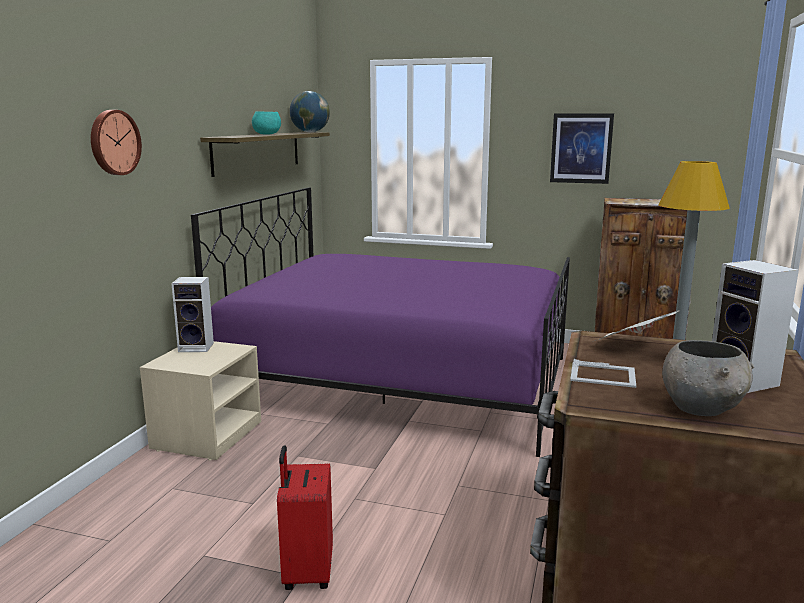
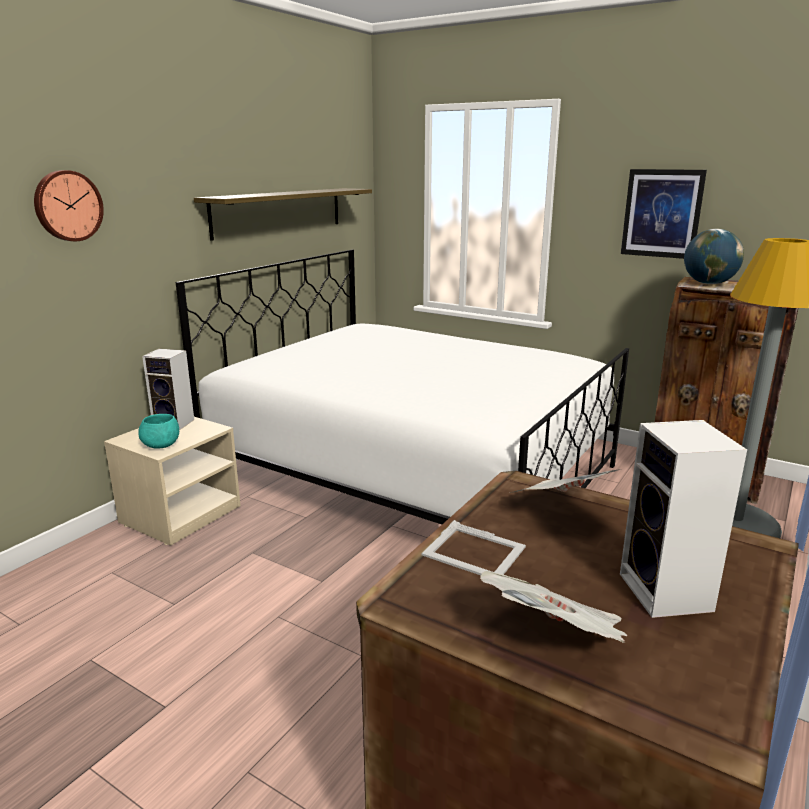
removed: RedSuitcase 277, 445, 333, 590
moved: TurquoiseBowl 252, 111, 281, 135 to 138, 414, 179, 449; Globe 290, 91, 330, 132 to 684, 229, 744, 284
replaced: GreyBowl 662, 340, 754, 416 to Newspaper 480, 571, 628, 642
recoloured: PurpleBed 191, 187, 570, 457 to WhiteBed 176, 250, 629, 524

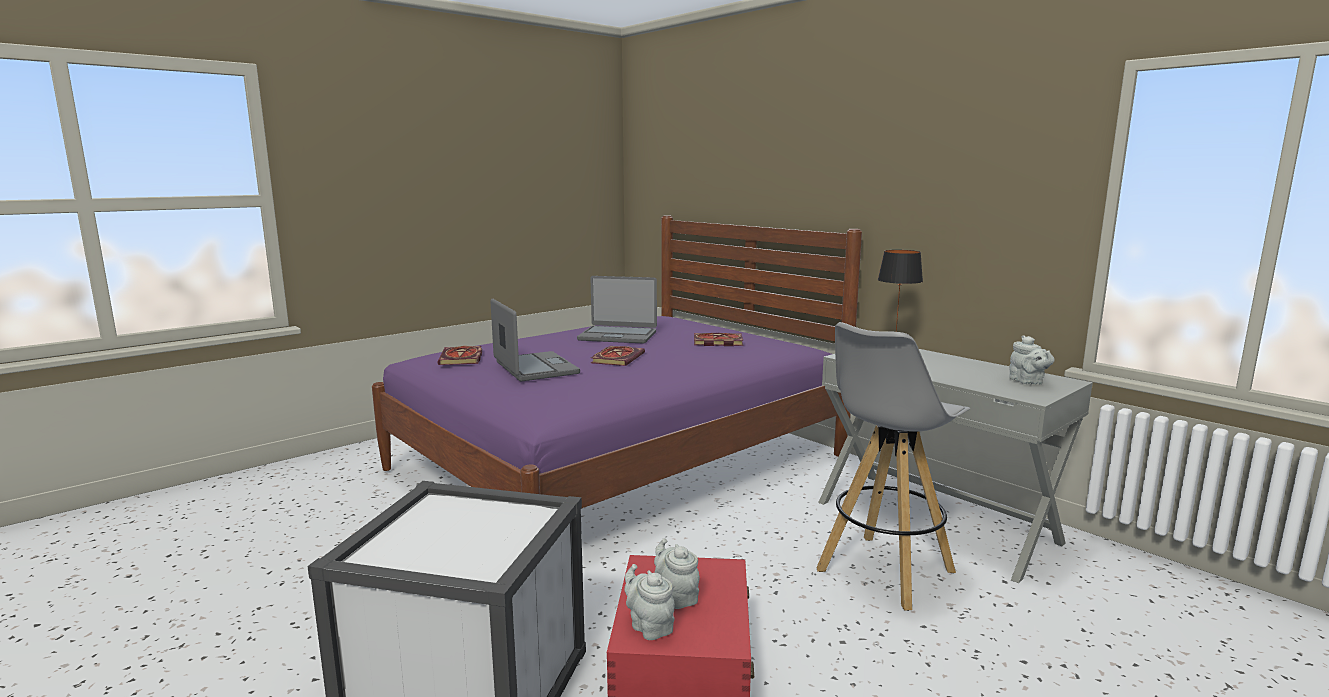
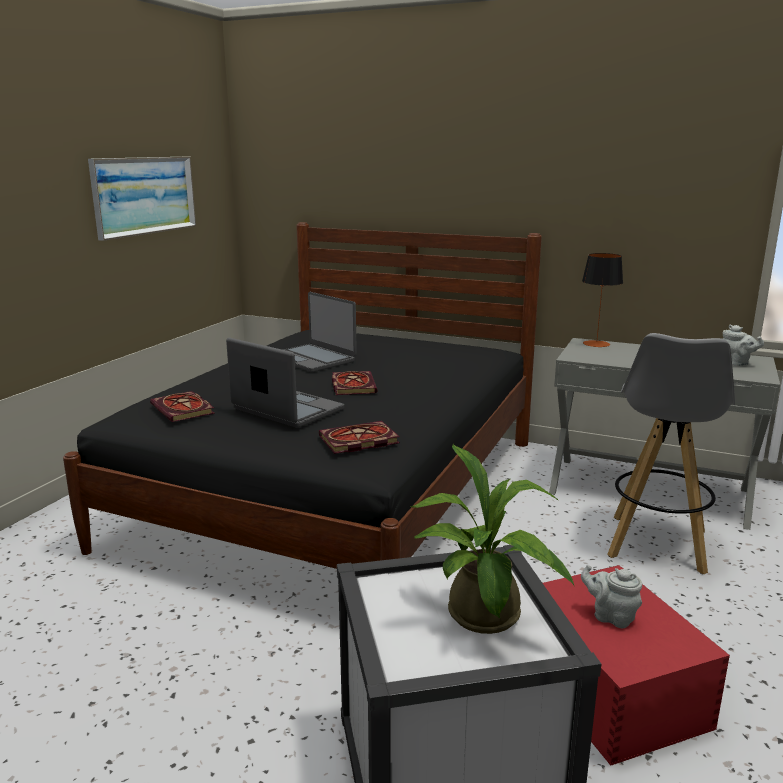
removed: GreyTeapot 624, 564, 675, 640
added: Picture 88, 157, 196, 241; PottedPlant 410, 444, 574, 634
moved: Book 694, 333, 743, 346 to 319, 421, 400, 454
recoloured: PurpleBed 372, 215, 862, 509 to BlackBed 63, 222, 542, 569
turned: Laptop 577, 276, 657, 344 = 284, 292, 357, 373 60 degrees clockwise

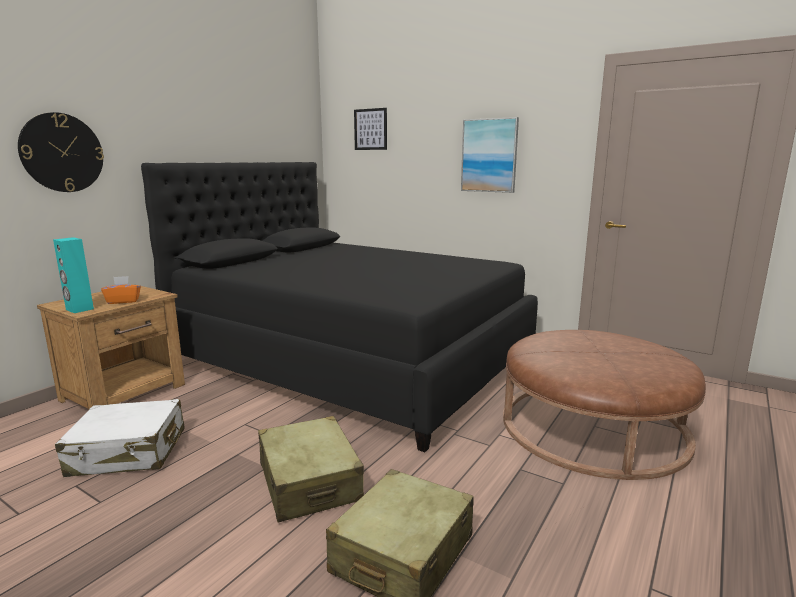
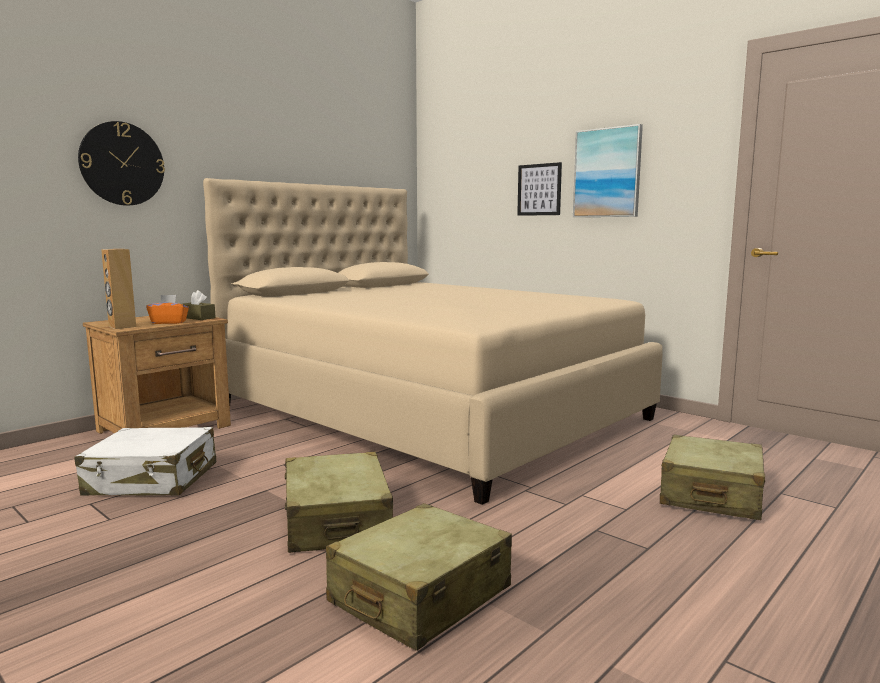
added: BrownTissueBox 182, 290, 216, 320
moved: Picture 354, 108, 387, 150 to 517, 162, 562, 216
replaced: BrownOttoman 503, 330, 706, 480 to BeigeSuitcase 660, 435, 765, 520
recoloured: TurquoiseSpeaker 53, 237, 94, 313 to BrownSpeaker 101, 249, 136, 329; BlackBed 141, 162, 538, 452 to BeigeBed 203, 178, 662, 505

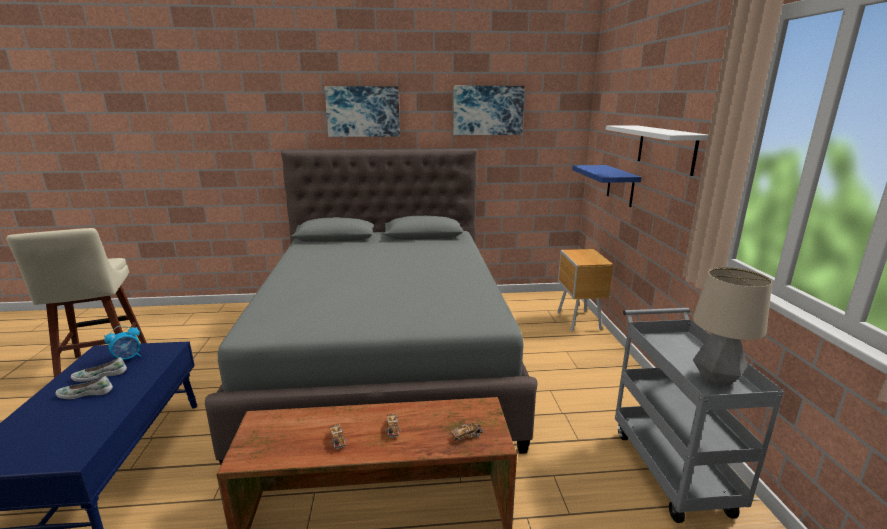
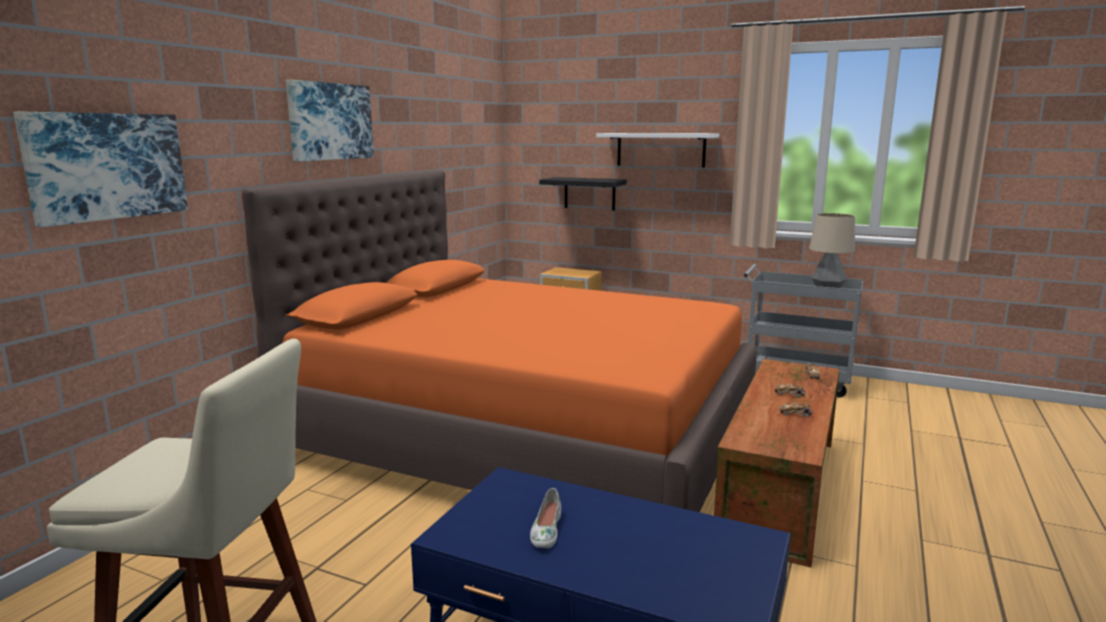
removed: WhiteShoe 56, 376, 113, 399; AlarmClock 104, 325, 142, 360
moved: Picture 453, 86, 525, 135 to 13, 112, 188, 227
recoloured: GreyBed 205, 149, 537, 464 to OrangeBed 242, 170, 757, 512; BlueShelf 572, 165, 641, 207 to BlackShelf 539, 177, 627, 210

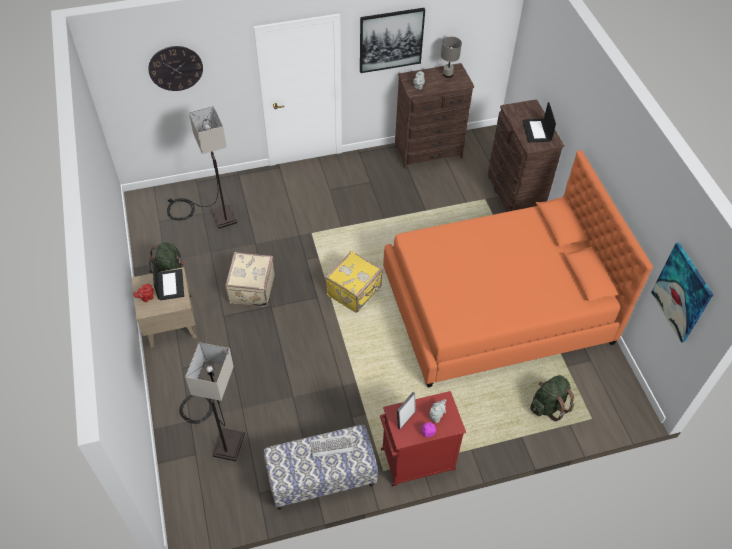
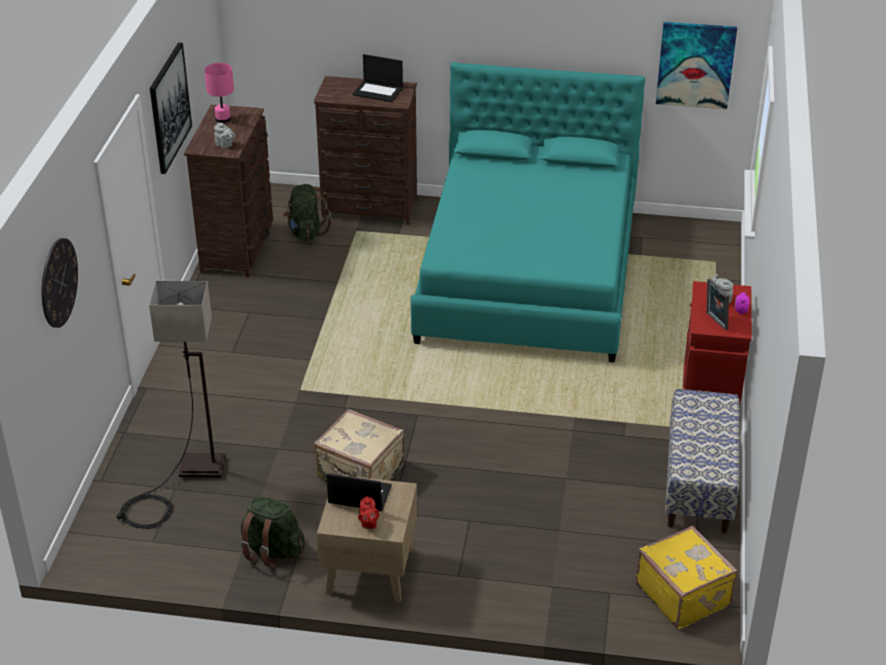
removed: FloorLamp 179, 342, 245, 461; Keyboard 310, 434, 354, 458
moved: YellowSuitcase 325, 251, 383, 313 to 635, 526, 738, 630; GreenBackpack 530, 375, 574, 421 to 283, 184, 331, 241
recoloured: OrangeBed 383, 150, 653, 387 to TurquoiseBed 410, 62, 645, 362; GreyTableLamp 441, 36, 462, 78 to PinkTableLamp 204, 63, 234, 123

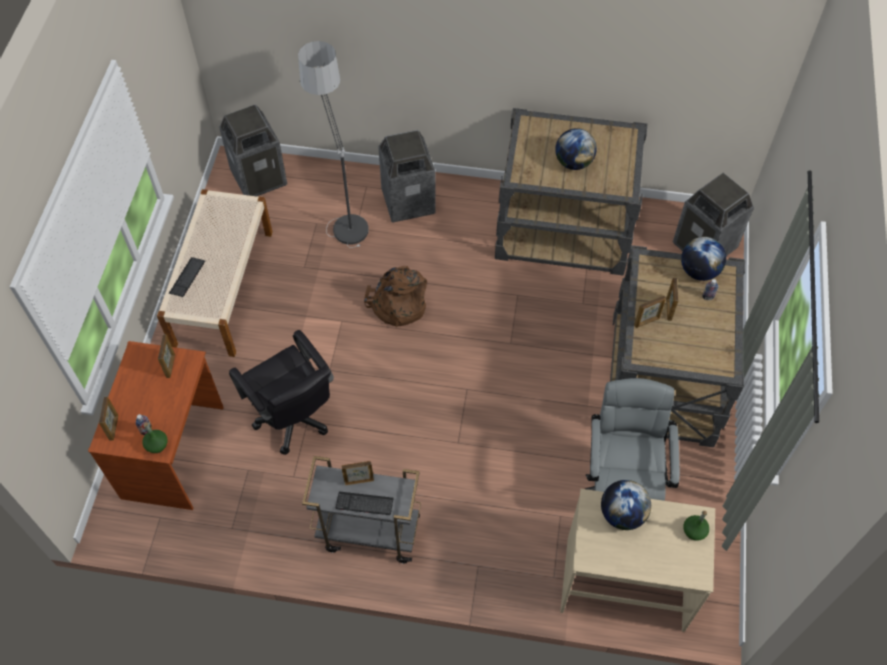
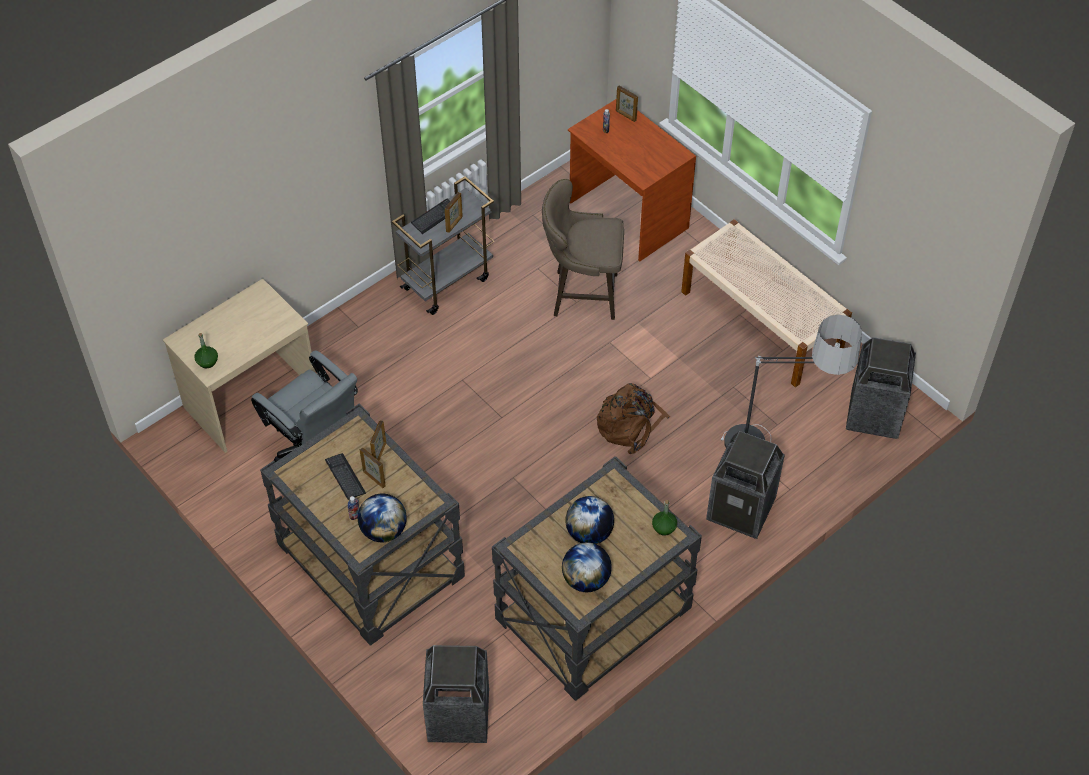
removed: PictureFrame 158, 334, 175, 378
moved: GreenBottle 142, 422, 168, 453 to 652, 500, 677, 535; Keyboard 169, 257, 205, 297 to 325, 453, 366, 500; Globe 601, 480, 651, 530 to 562, 542, 612, 592
replaced: BlackOfficeChair 229, 330, 334, 455 to BeigeStool 542, 179, 624, 320

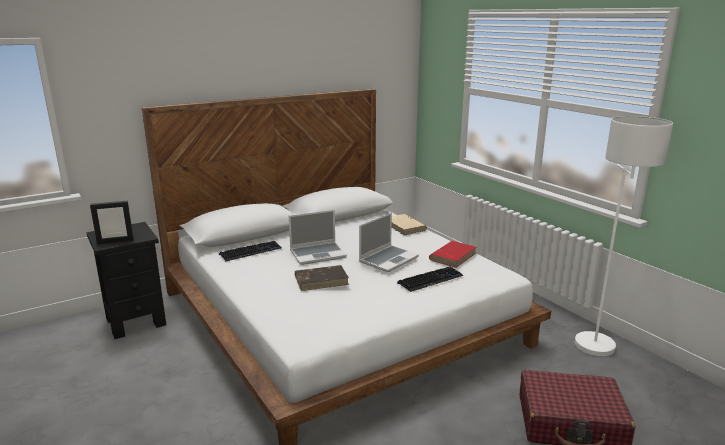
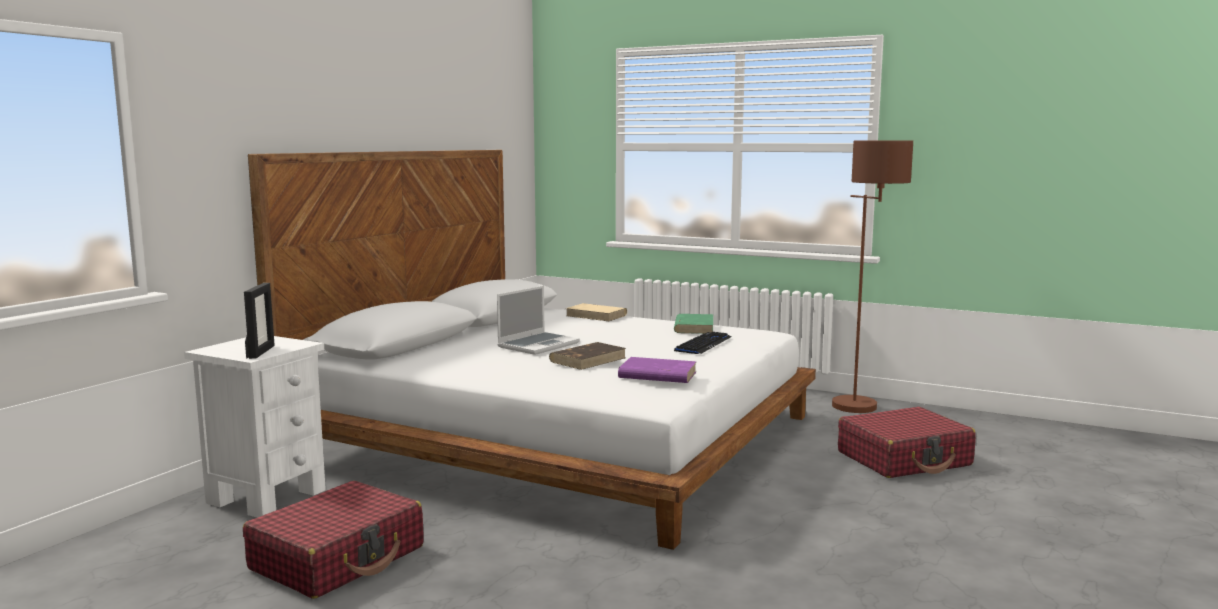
removed: Keyboard 219, 241, 282, 262; Laptop 359, 213, 419, 272
added: RedSuitcase 243, 481, 424, 599; PurpleBook 618, 357, 697, 383
recoloured: BlackNightstand 86, 222, 166, 339 to WhiteNightstand 184, 336, 326, 518; RedBook 429, 241, 476, 268 to GreenBook 674, 314, 713, 334; WhiteFloorLamp 575, 116, 673, 356 to BrownFloorLamp 832, 140, 913, 413
turned: PictureFrame 90, 201, 134, 244 = 244, 283, 275, 359 45 degrees counterclockwise

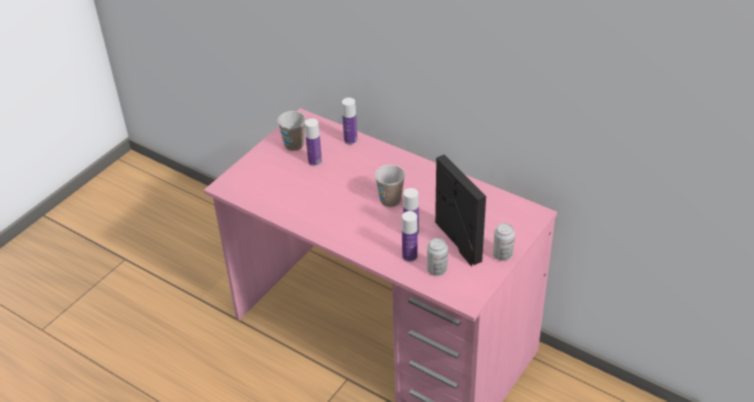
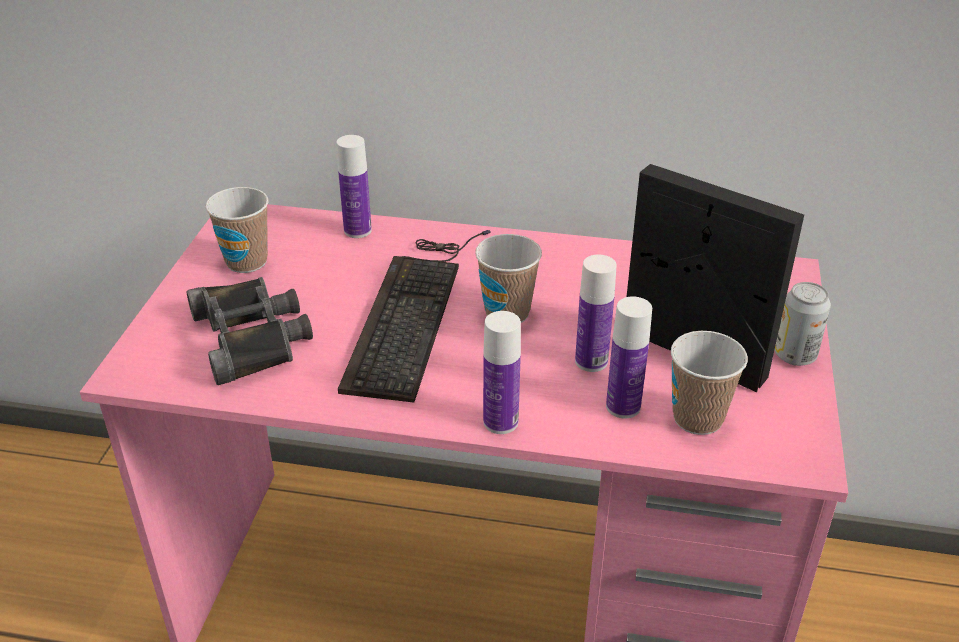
added: BlackBinoculars 187, 277, 313, 385; Keyboard 338, 230, 491, 402
moved: Bottle 305, 118, 322, 166 to 483, 311, 521, 434
replaced: Can 427, 238, 448, 276 to Cup 671, 331, 748, 435

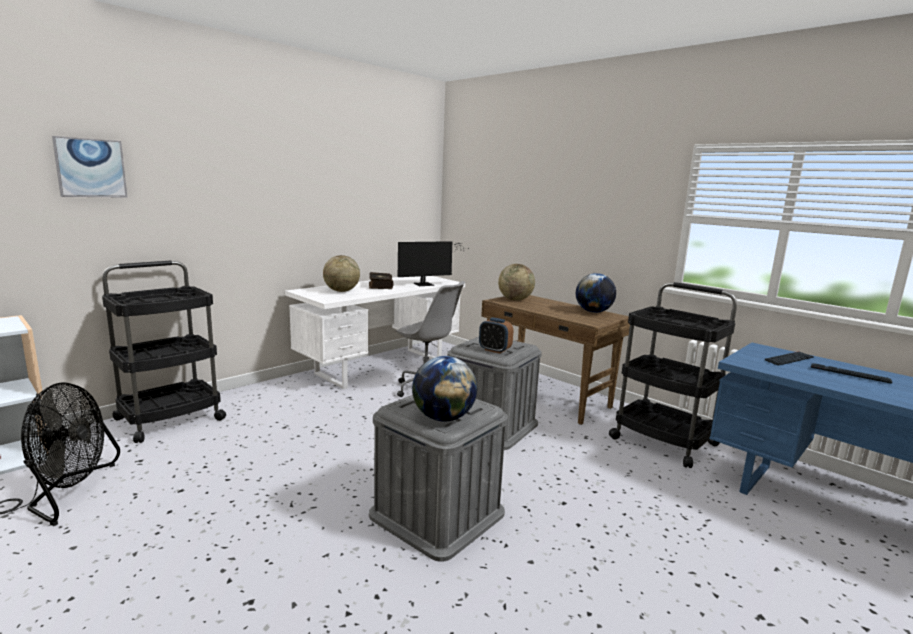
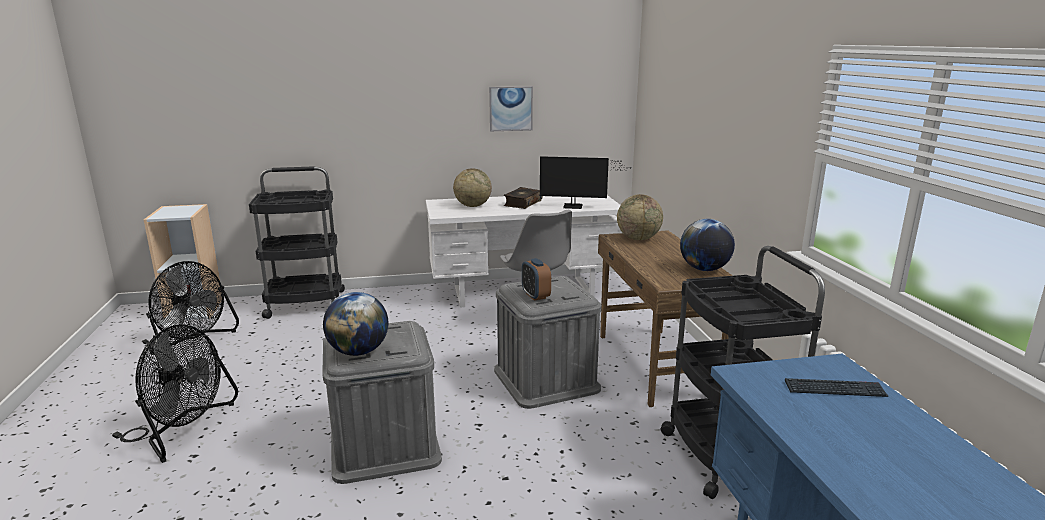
removed: Keyboard 811, 363, 892, 384
added: BlackFan 112, 325, 238, 463
moved: Picture 52, 136, 127, 198 to 489, 86, 533, 131

